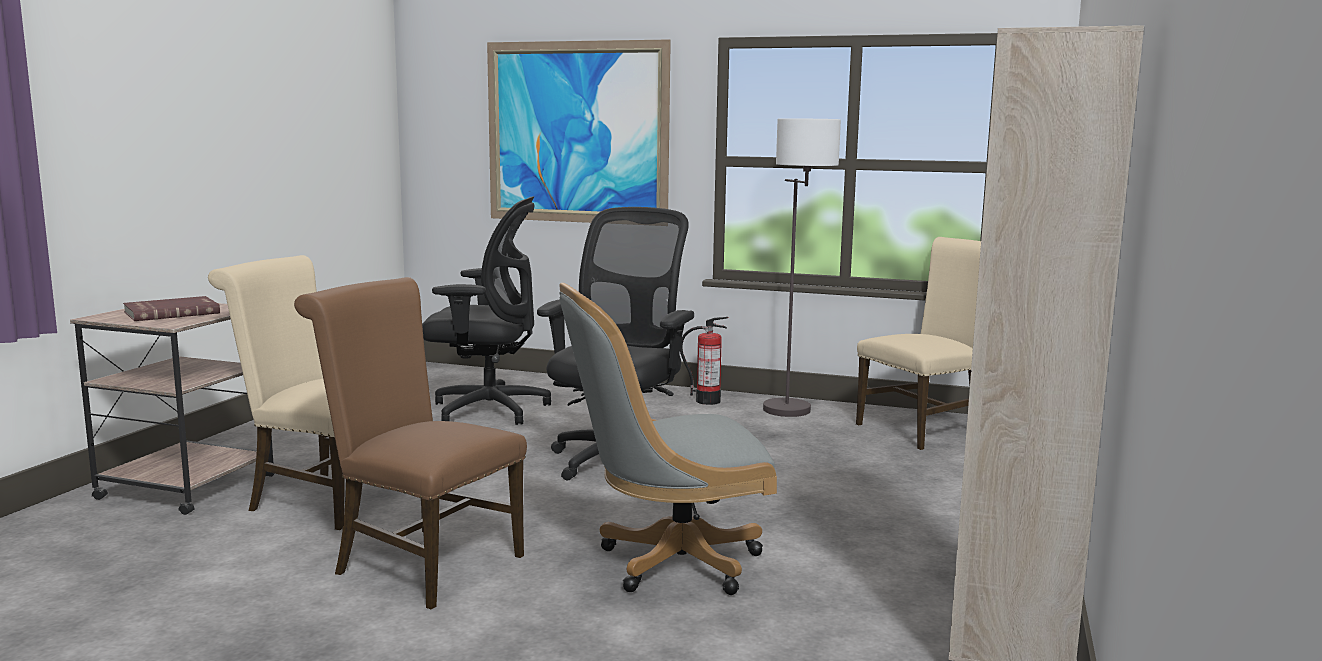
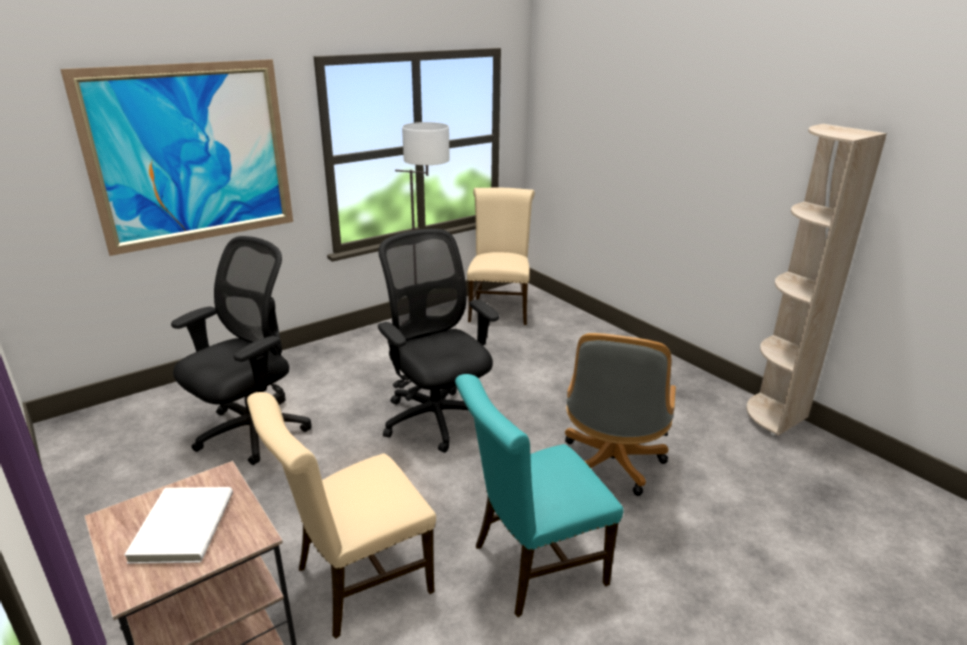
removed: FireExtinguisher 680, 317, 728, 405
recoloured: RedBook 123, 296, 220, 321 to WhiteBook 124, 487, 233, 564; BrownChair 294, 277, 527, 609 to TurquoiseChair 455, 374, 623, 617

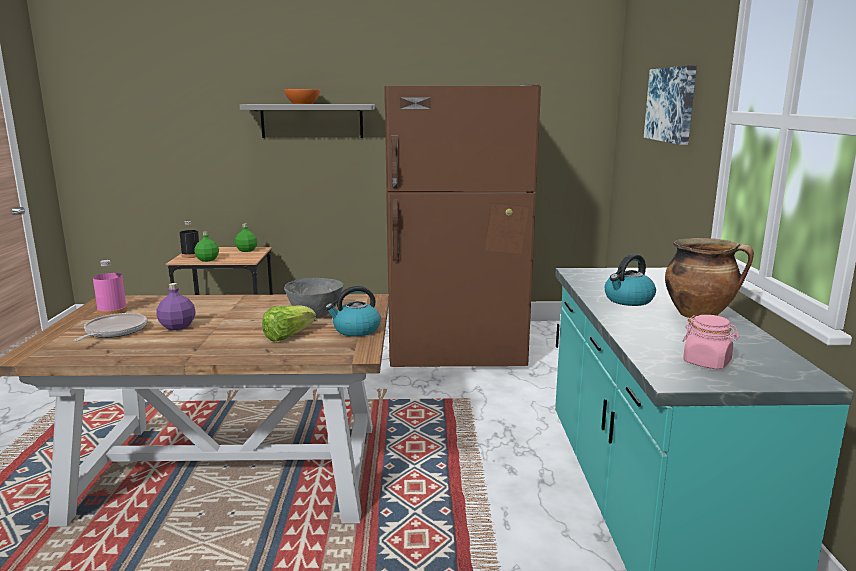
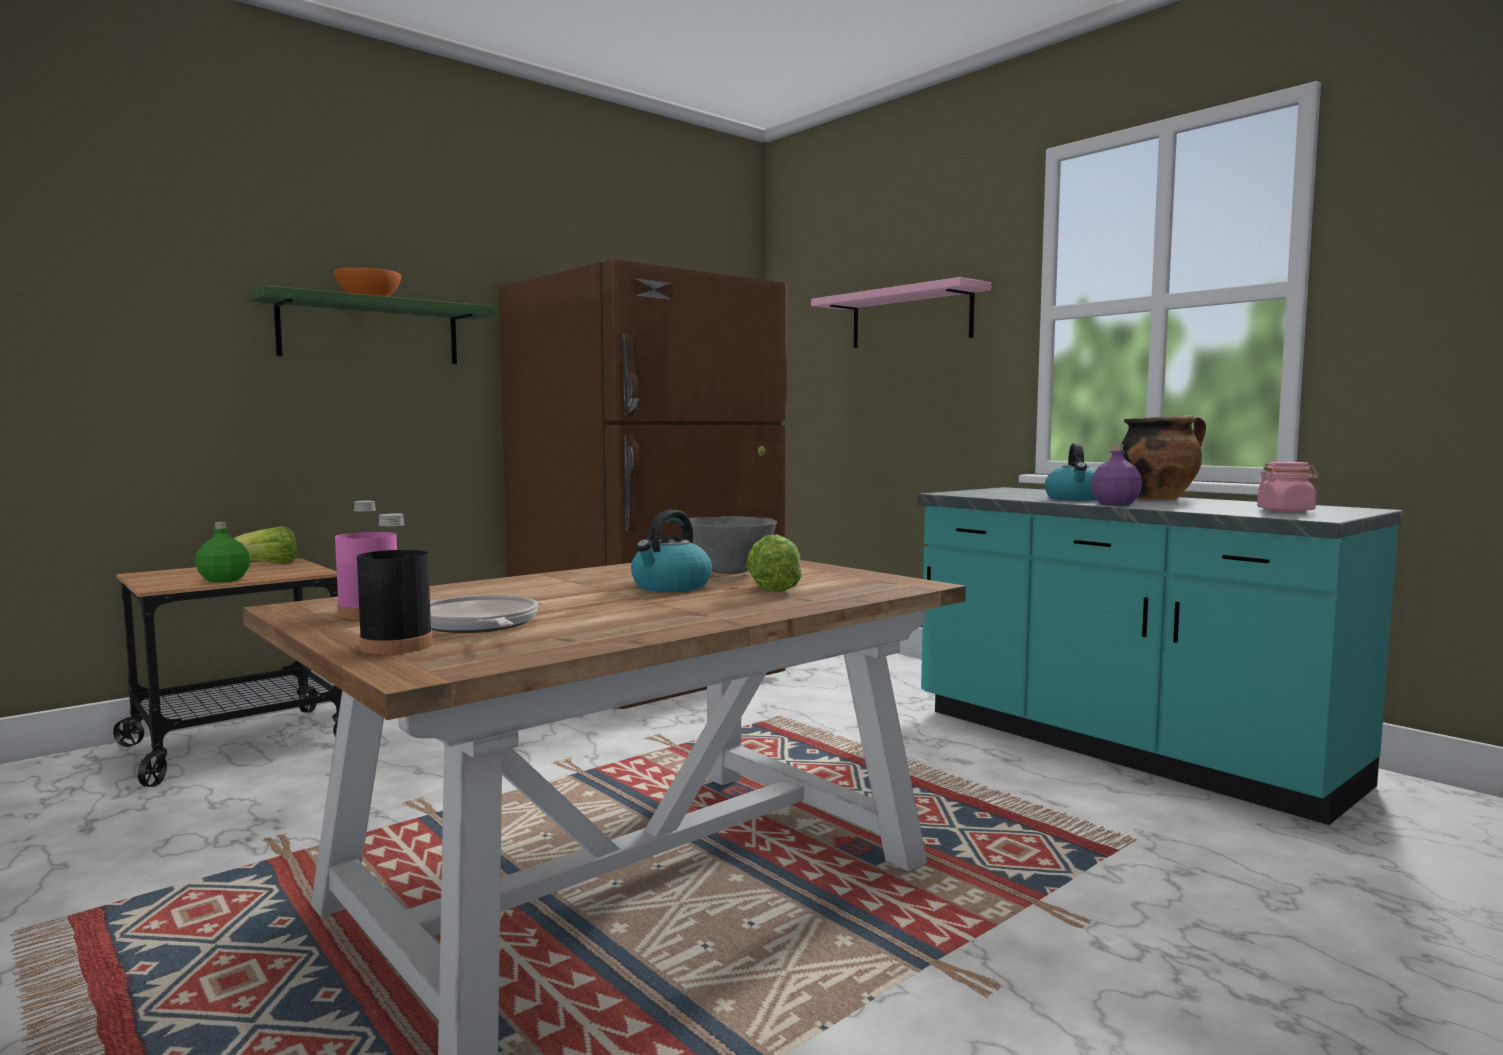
moved: PurpleBottle 157, 283, 196, 330 to 1091, 444, 1142, 506; BlackBottle 179, 221, 199, 258 to 357, 513, 433, 654; Kettle 325, 286, 381, 337 to 631, 510, 712, 592
replaced: GreenBottle 235, 224, 257, 252 to Lettuce 233, 526, 297, 564; Picture 644, 65, 697, 145 to PinkShelf 811, 277, 991, 348
recoloured: GreyShelf 240, 104, 375, 138 to GreenShelf 248, 285, 497, 364

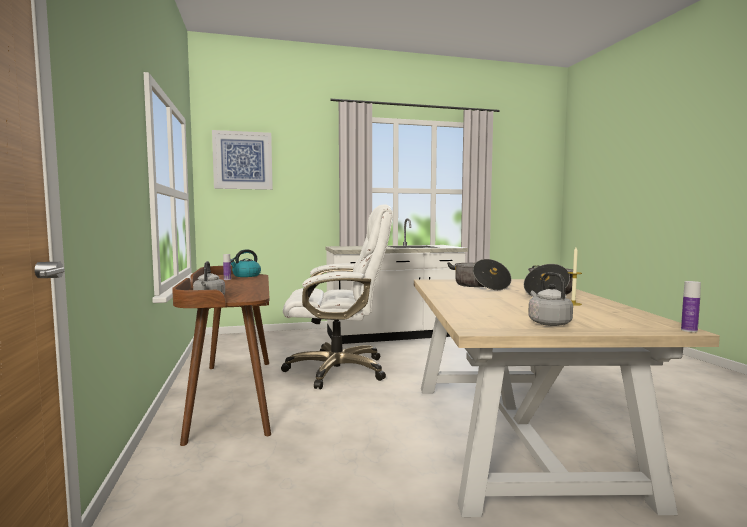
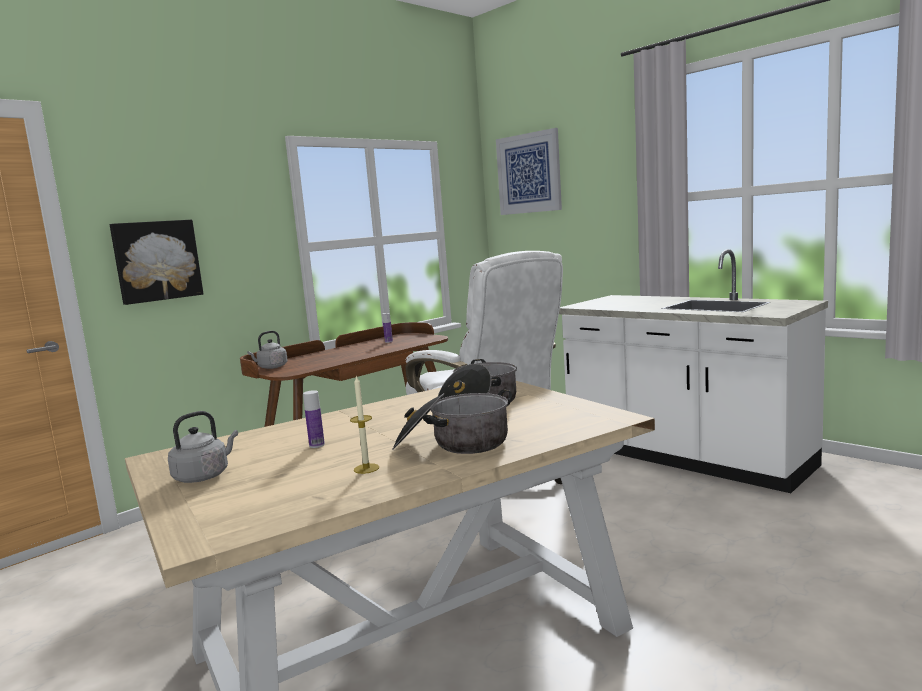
removed: Kettle 231, 249, 261, 277
added: Picture 110, 220, 203, 305
moved: Bottle 681, 281, 701, 332 to 303, 390, 325, 448

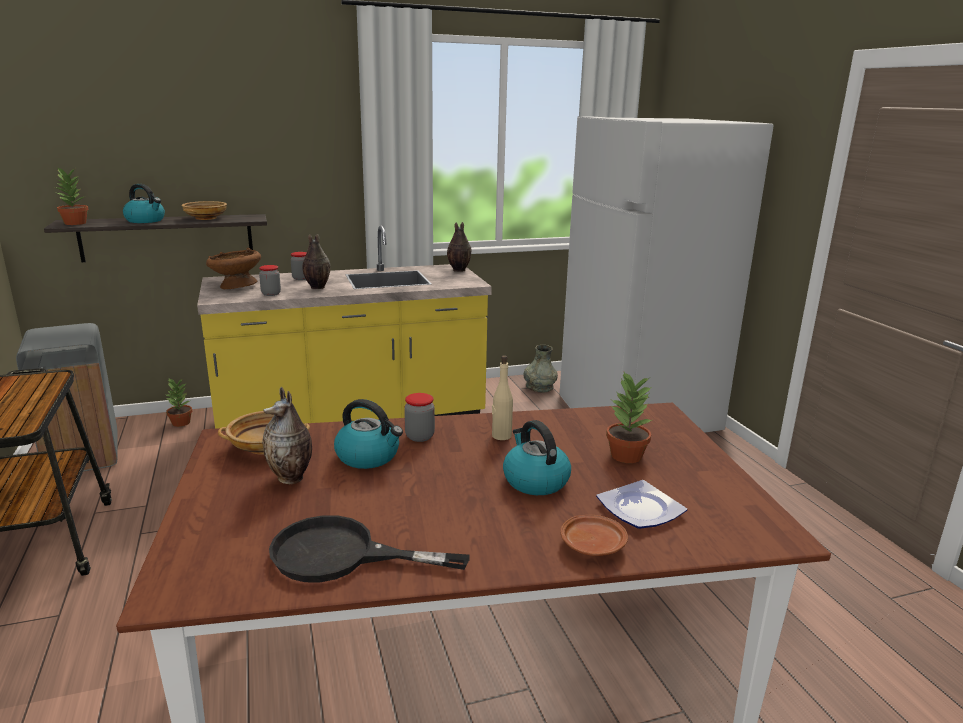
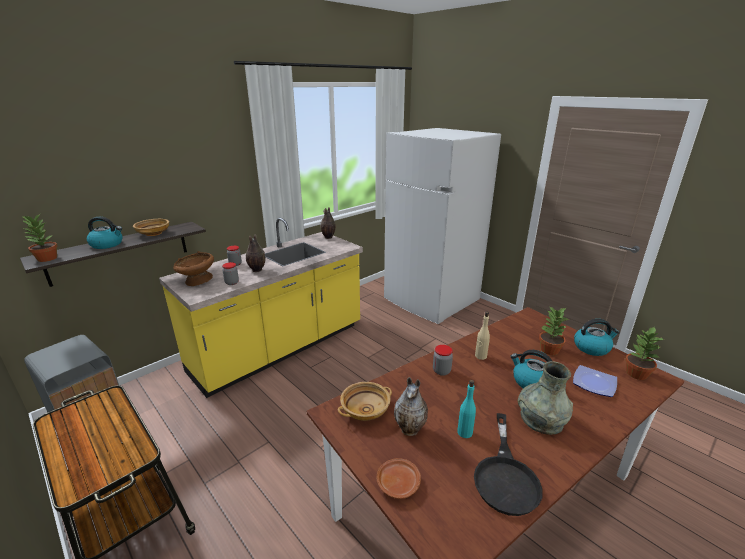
added: TurquoiseBottle 457, 380, 476, 438
moved: PottedPlant 164, 379, 192, 427 to 625, 326, 665, 380; Kettle 334, 399, 403, 469 to 574, 319, 620, 356; GreyVase 524, 345, 558, 393 to 518, 361, 573, 435; BrownPlate 561, 515, 628, 556 to 377, 458, 421, 499
turned: BlackFryingPan 269, 515, 469, 582 = 474, 413, 543, 516 60 degrees counterclockwise

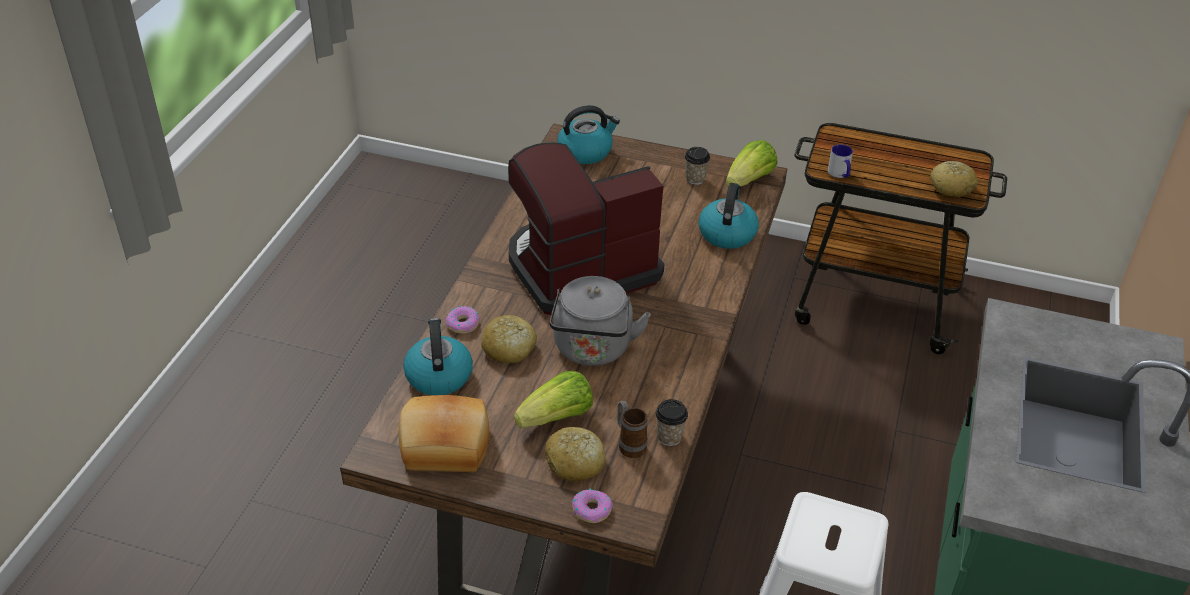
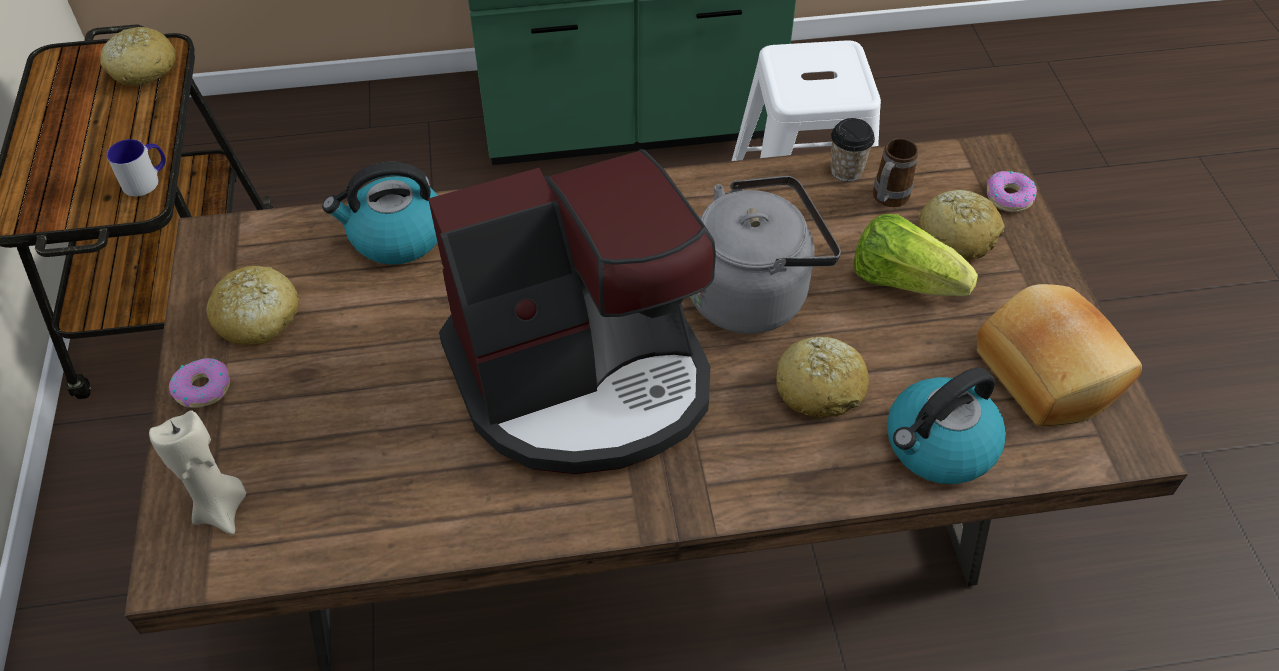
removed: Lettuce 726, 140, 777, 187
moved: Donut 446, 306, 480, 334 to 169, 358, 230, 408
replaced: Kettle 557, 105, 620, 164 to BeigeCandle 149, 410, 247, 535; Cup 685, 147, 710, 185 to Bread 206, 266, 299, 346
turned: CoffeeMachine 508, 143, 664, 315 = 428, 149, 716, 474 60 degrees counterclockwise

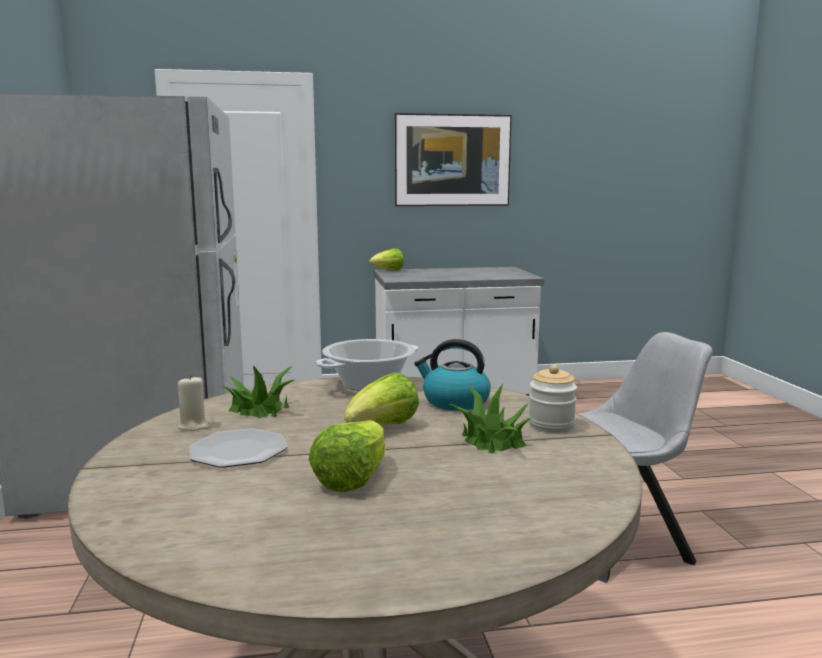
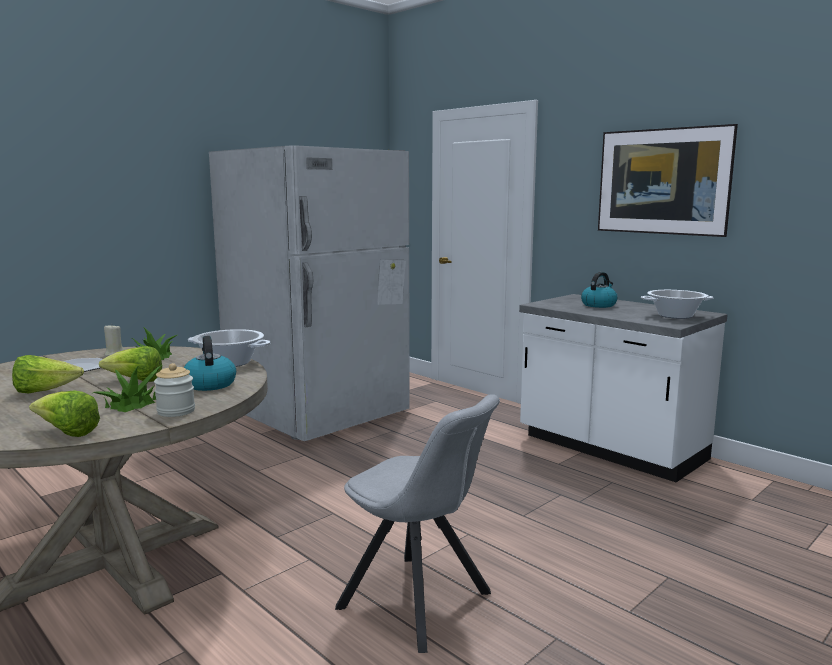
added: Kettle 581, 272, 618, 308; CookingPot 641, 290, 714, 319
moved: Lettuce 369, 248, 404, 271 to 29, 391, 100, 437

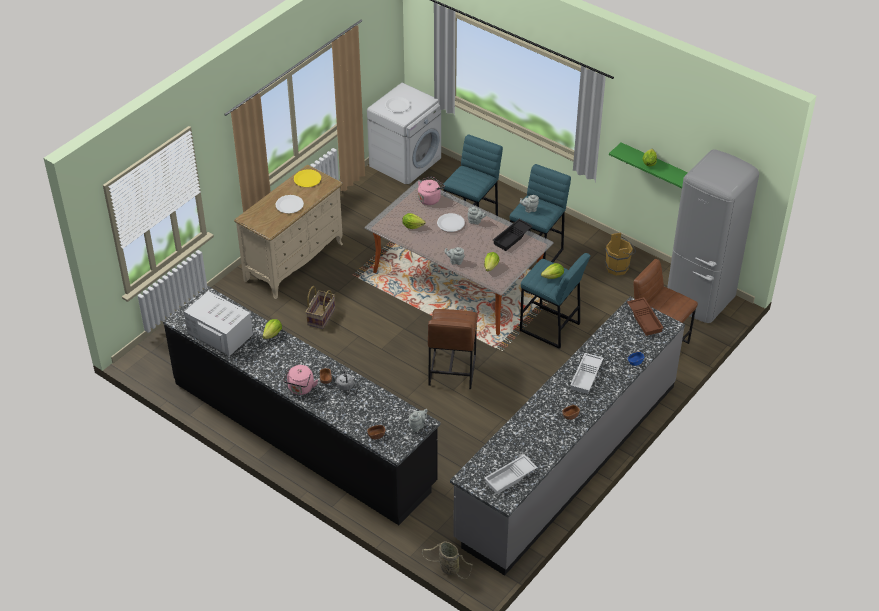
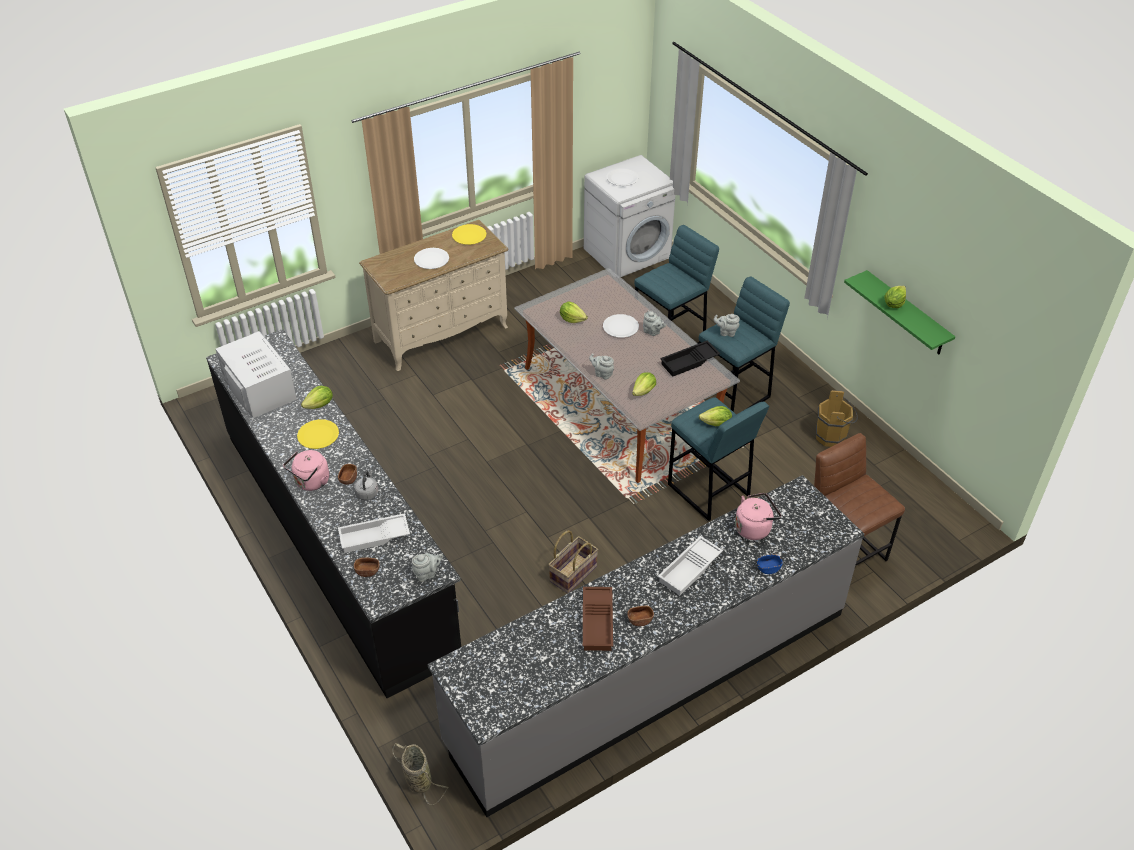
removed: BrownChair 428, 309, 478, 389; GreyFridge 667, 149, 759, 323
added: YellowPlate 297, 419, 339, 449
moved: Basket 306, 286, 335, 329 to 548, 530, 598, 594; PinkKettle 418, 176, 445, 205 to 735, 493, 781, 540; WhiteTray 484, 455, 537, 494 to 338, 513, 410, 553; BrownTray 627, 297, 664, 336 to 583, 587, 613, 651

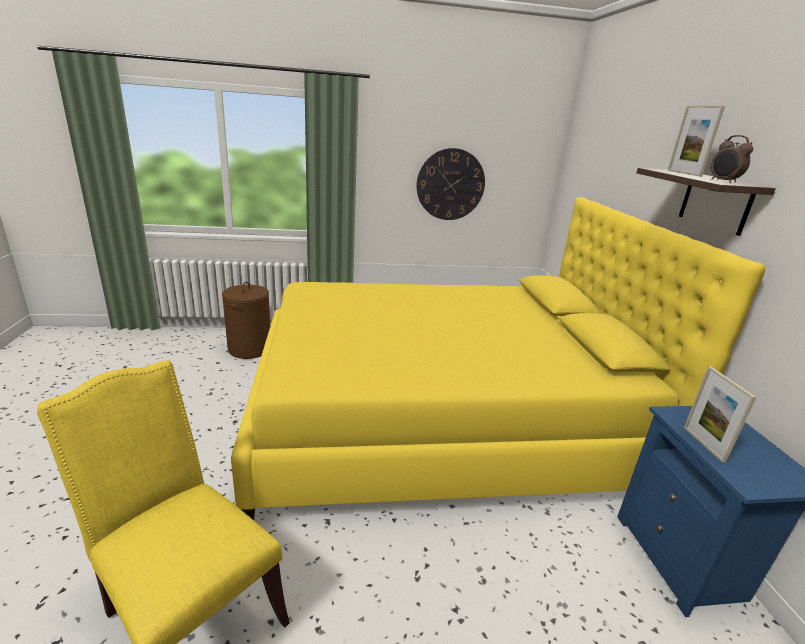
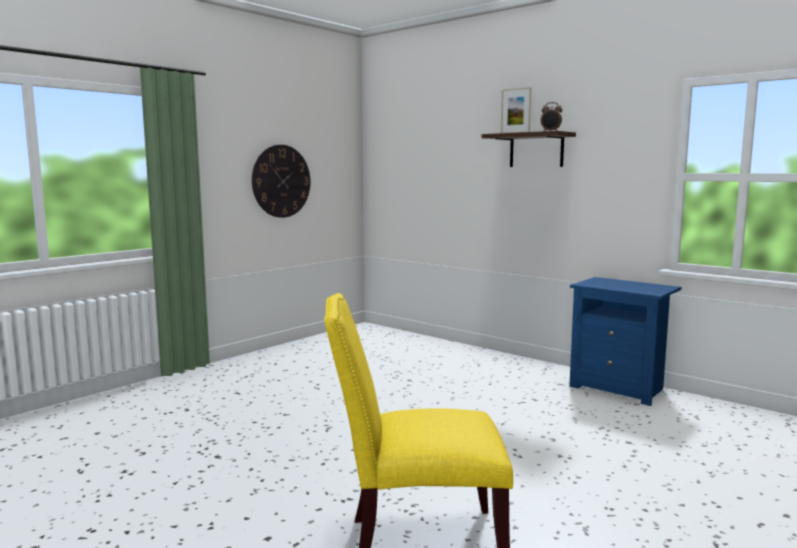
removed: BrownLaundryBasket 222, 282, 270, 359; YellowBed 231, 197, 765, 520; PictureFrame 684, 366, 756, 463

